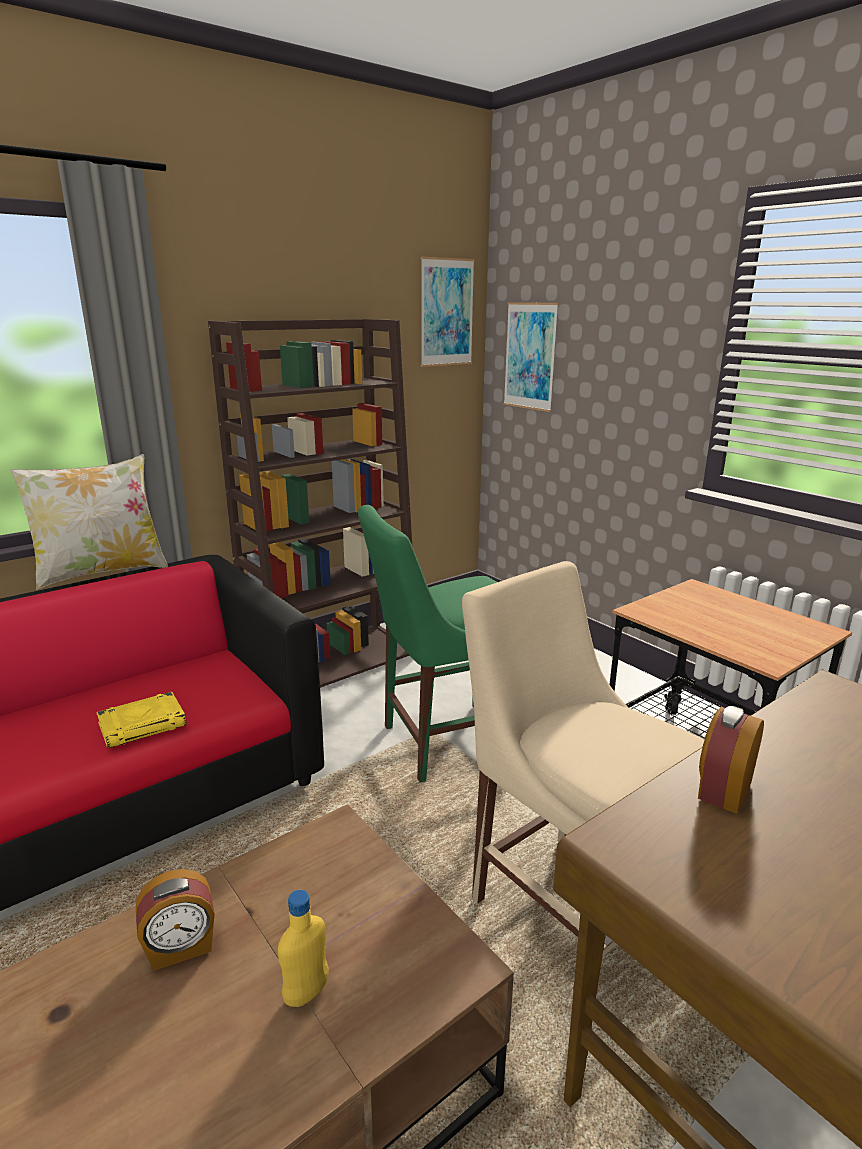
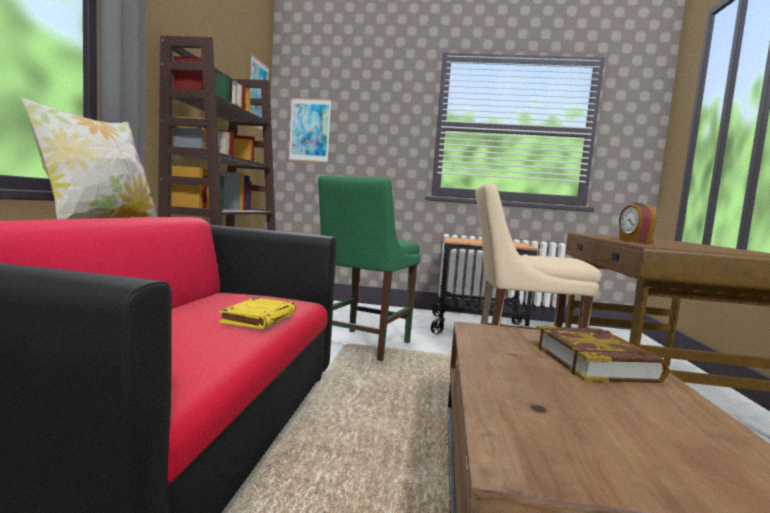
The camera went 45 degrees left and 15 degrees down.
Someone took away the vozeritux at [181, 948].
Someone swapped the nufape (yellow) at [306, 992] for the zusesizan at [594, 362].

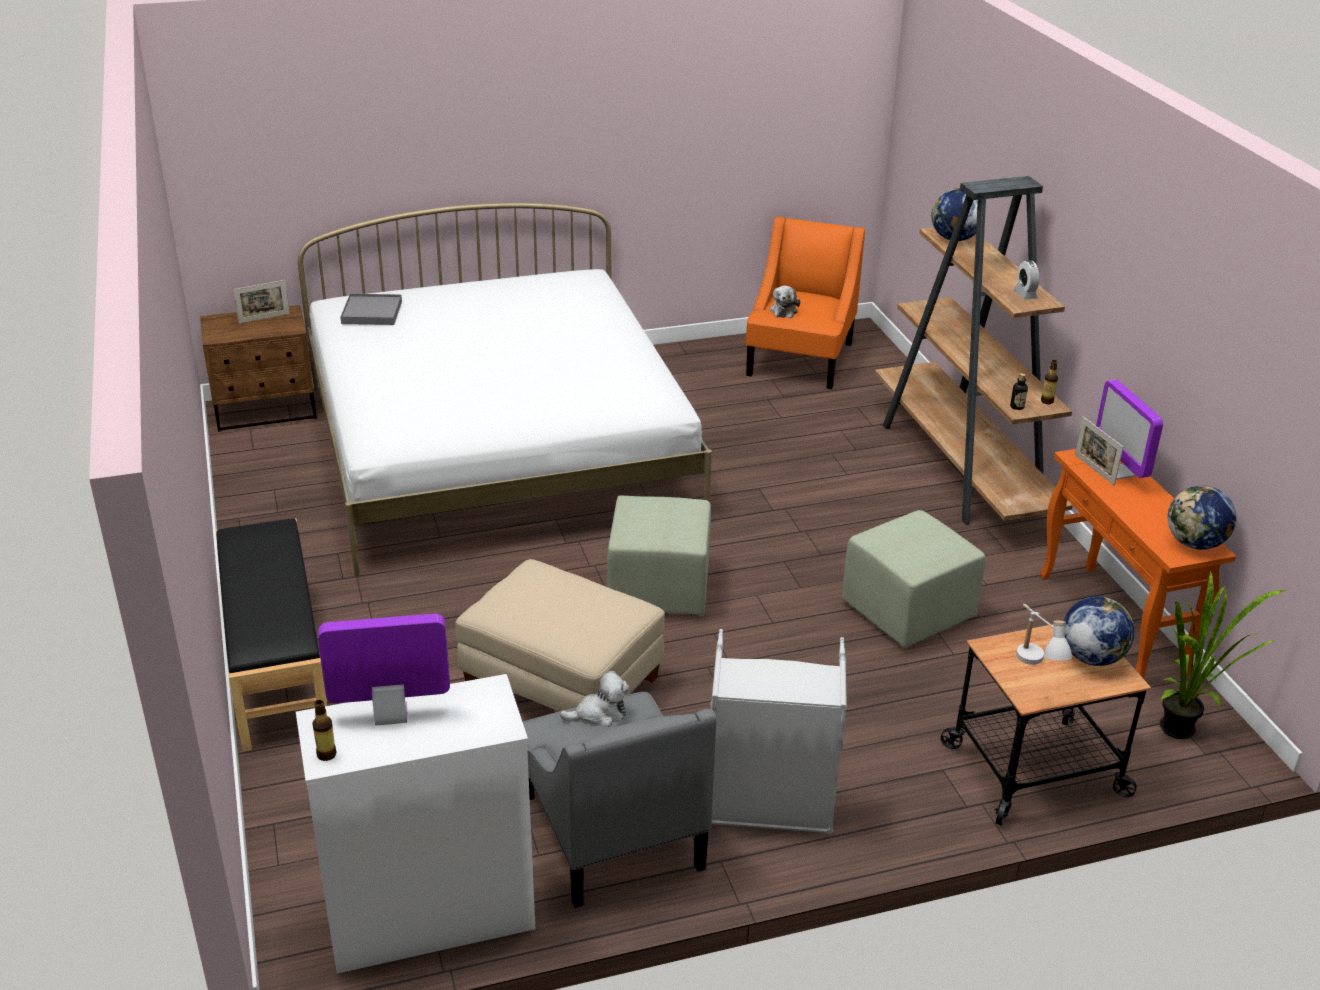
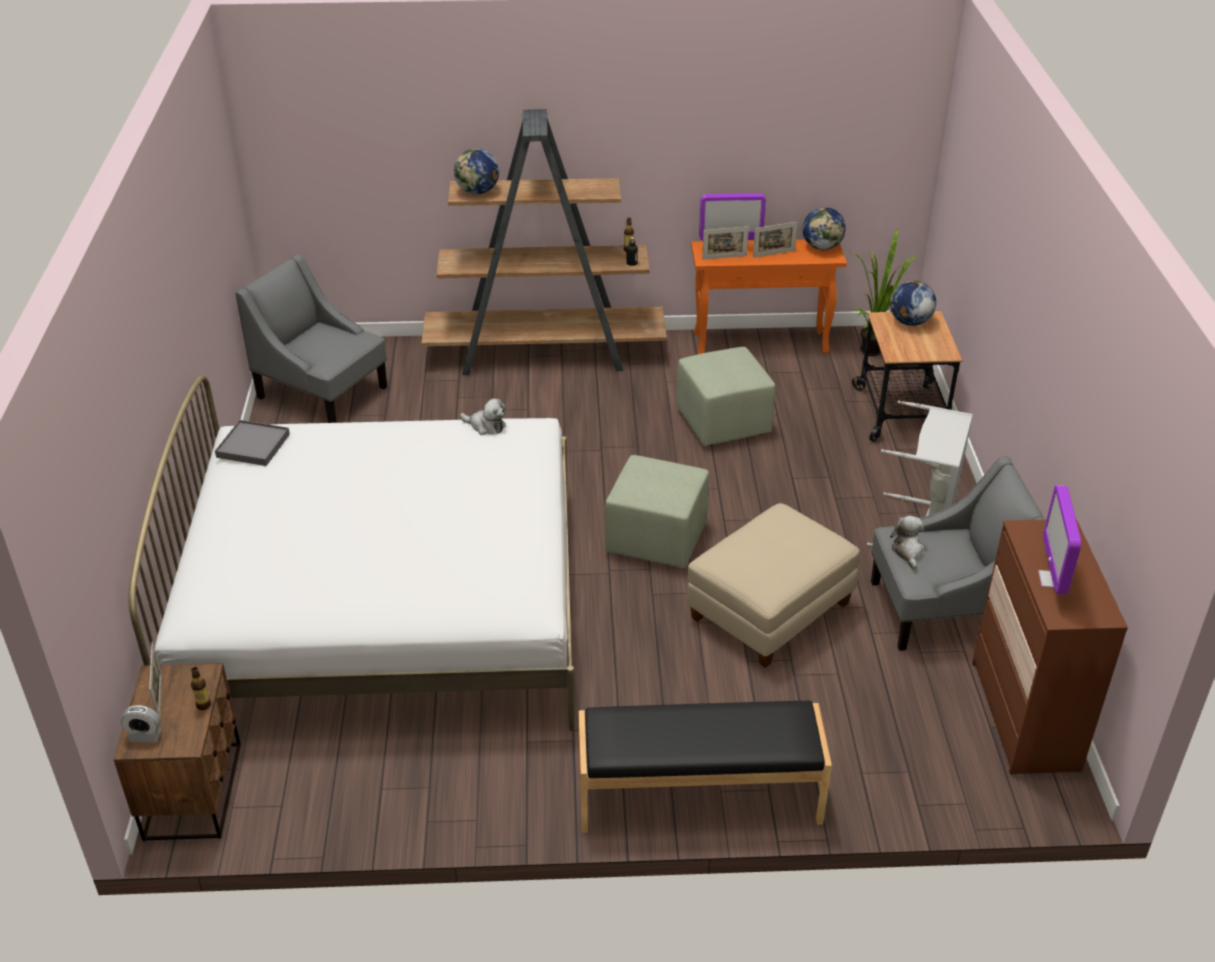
The camera went 75 degrees left and 5 degrees up.
Someone repainted the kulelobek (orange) at [800, 359], which became the kulelobek (grey) at [322, 392].
Someone carried the vozeritux from [1025, 294] to [145, 736].
Someone carried the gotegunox from [784, 310] to [486, 426].
Someone carried the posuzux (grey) from [372, 312] to [253, 445].
Someone took away the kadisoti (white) at [1034, 669].
Someone repainted the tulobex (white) at [430, 916], which became the tulobex (brown) at [1024, 716].
Someone carried the nufape from [326, 754] to [203, 705].
Someone put down the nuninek at [774, 254].

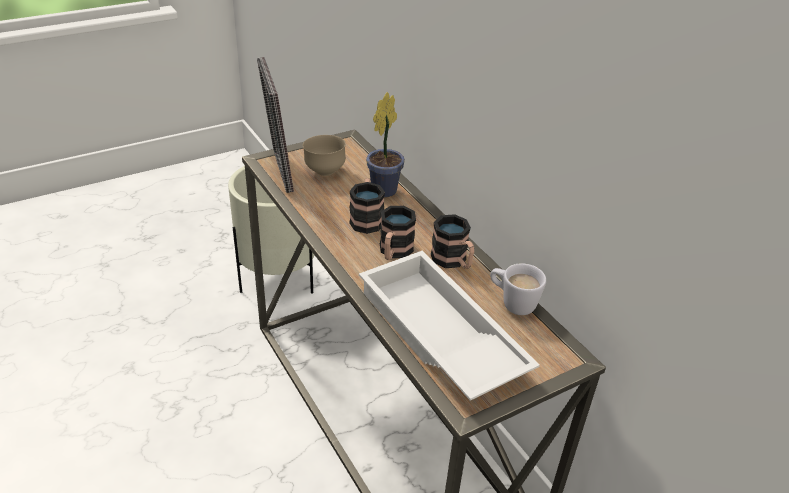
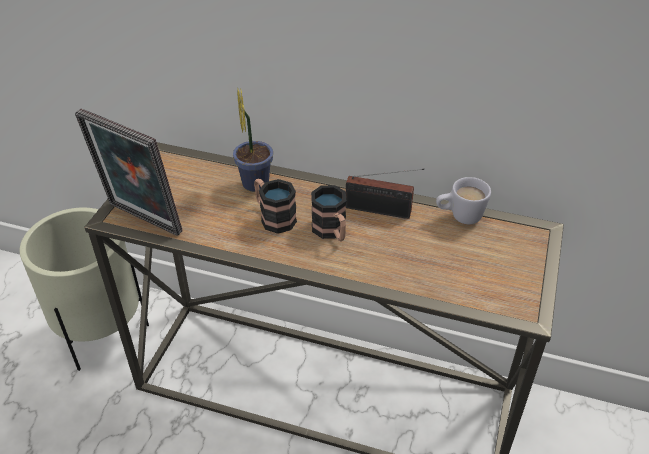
The camera went 40 degrees left and 5 degrees up.
Someone took away the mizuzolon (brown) at [324, 171].
Someone swapped the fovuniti at [453, 261] for the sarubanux at [381, 211].
Someone took away the posuzux (white) at [437, 335].

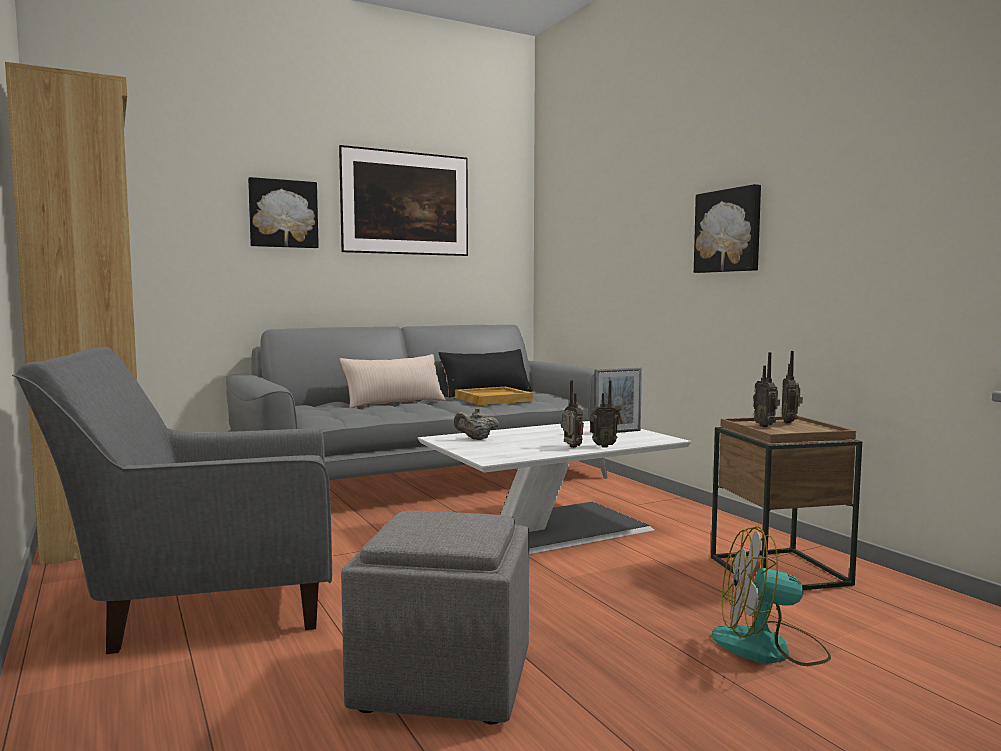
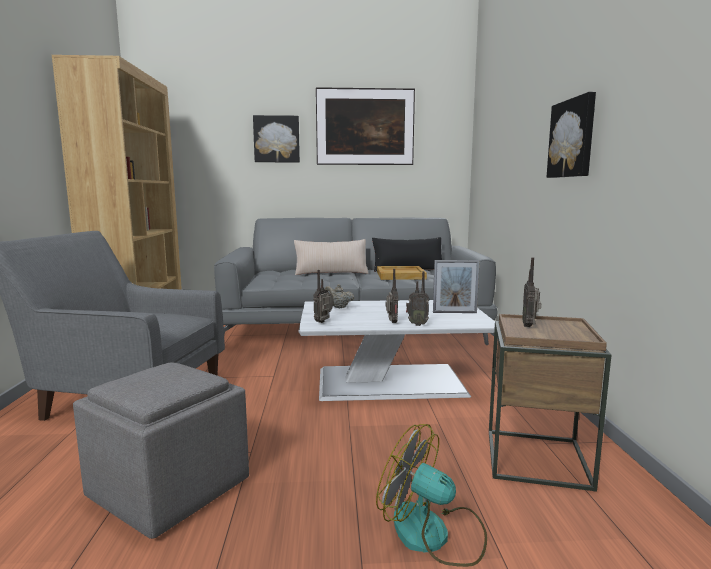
The camera went 25 degrees right and 5 degrees up.
Someone carried the sarubanux from [790, 422] to [324, 322].

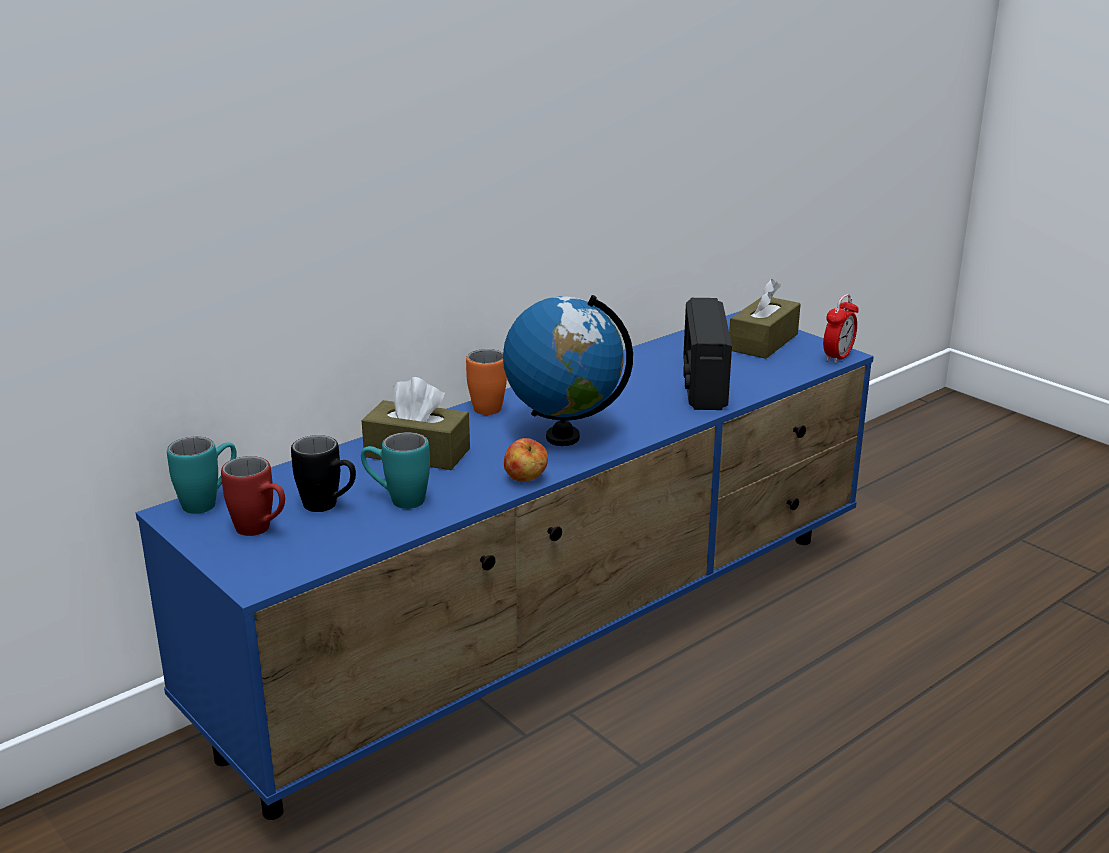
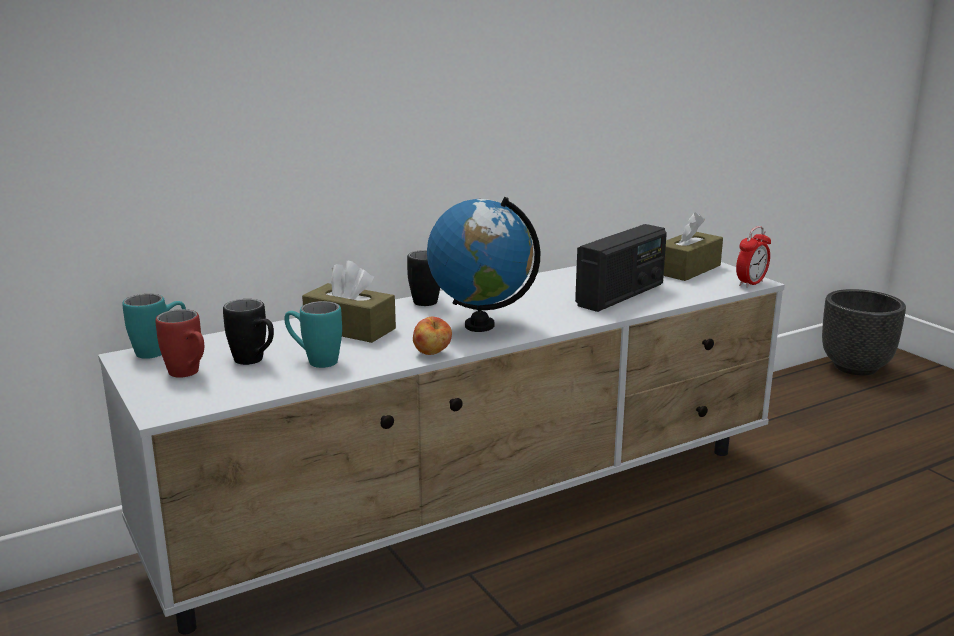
The camera went 10 degrees right and 5 degrees down.
Someone rotated the sarubanux at [703, 383] by 150 degrees counterclockwise.
Someone repainted the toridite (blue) at [557, 636], which became the toridite (white) at [480, 509].
Someone repainted the fovuniti (orange) at [488, 405], which became the fovuniti (black) at [427, 299].
Someone put down the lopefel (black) at [856, 368].

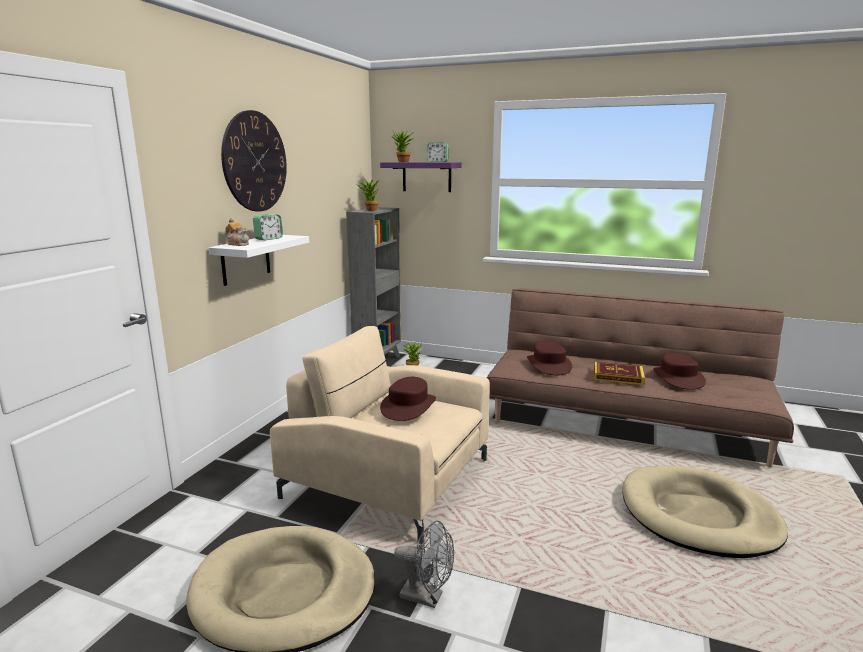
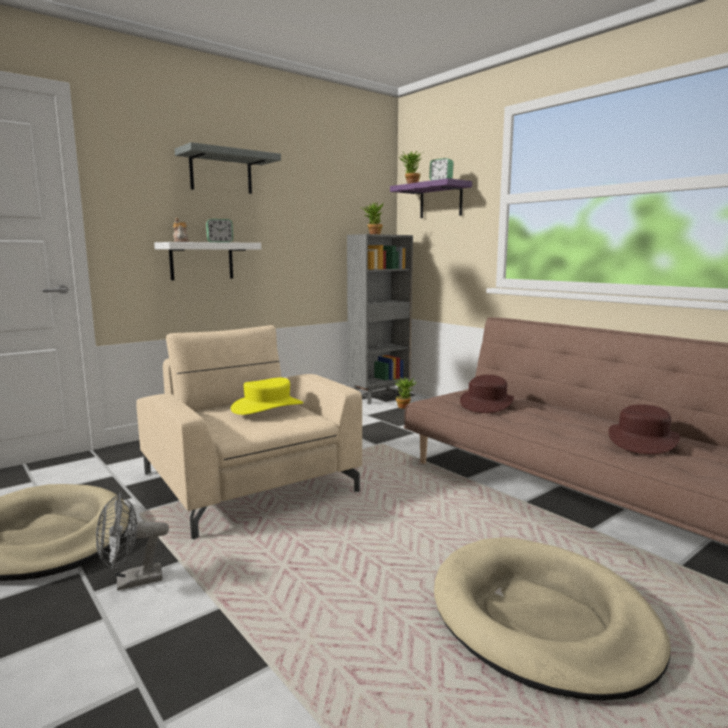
The camera went 30 degrees right and 5 degrees down.
Someone swapped the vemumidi at [255, 162] for the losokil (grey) at [221, 172].
Someone took away the zusesizan at [618, 376].
Someone repainted the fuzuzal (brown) at [408, 406], which became the fuzuzal (yellow) at [267, 406].
Someone rotated the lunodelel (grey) at [427, 597] by 105 degrees clockwise.

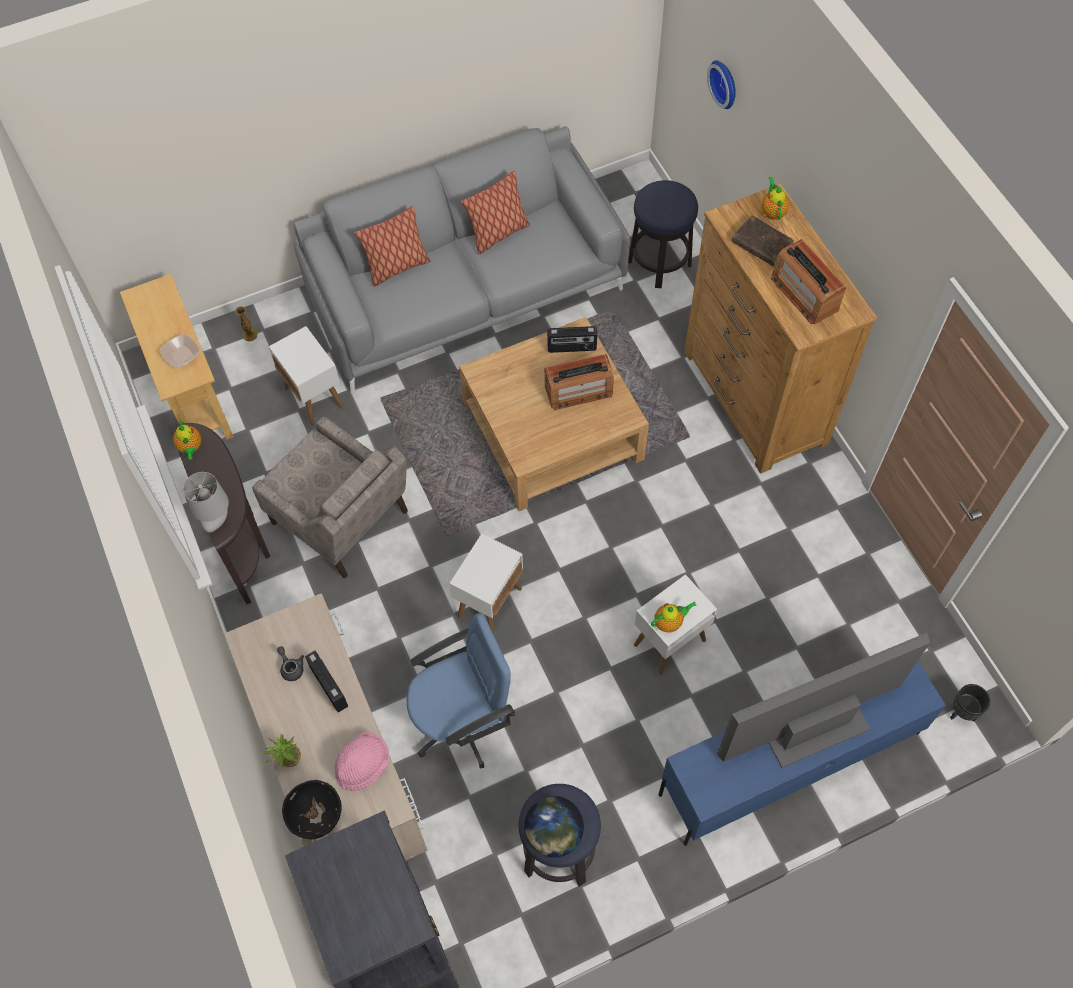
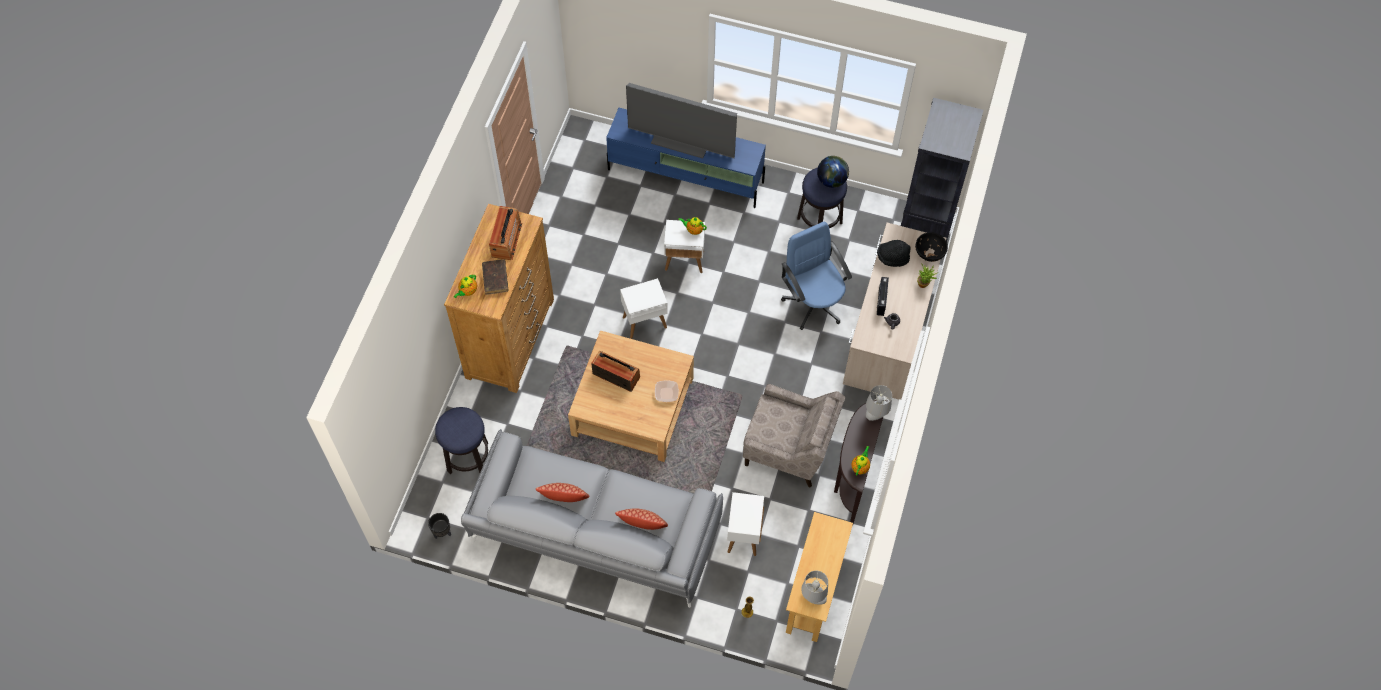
The camera went 140 degrees left and 0 degrees up.
Someone took away the vemumidi at [725, 83].
Someone took away the sarubanux at [572, 348].
Someone carried the mizuzolon from [182, 355] to [666, 393].
Someone rotated the kulelobek (beige) at [340, 518] by 120 degrees clockwise.
Someone carried the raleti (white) from [490, 602] to [644, 322].
Someone rotated the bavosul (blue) at [463, 720] by 45 degrees clockwise.
Someone carried the lopefel (black) from [962, 712] to [442, 533].
Someone repainted the fuzuzal (pink) at [363, 765], which became the fuzuzal (black) at [892, 258].
Someone put down the kadisoti (grey) at [812, 597].

